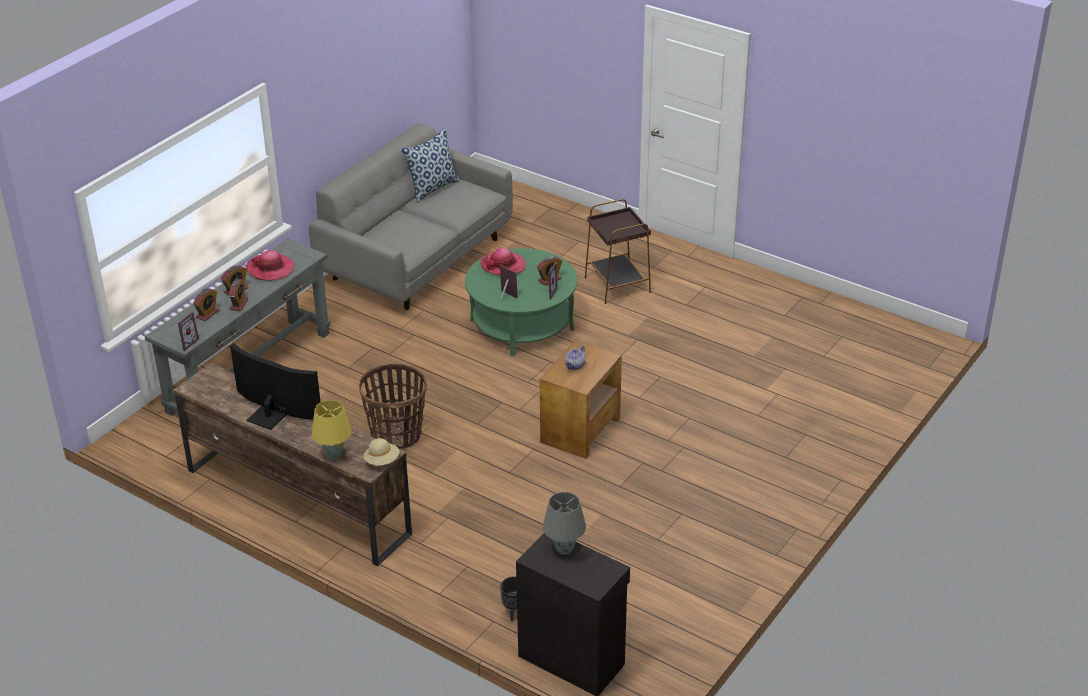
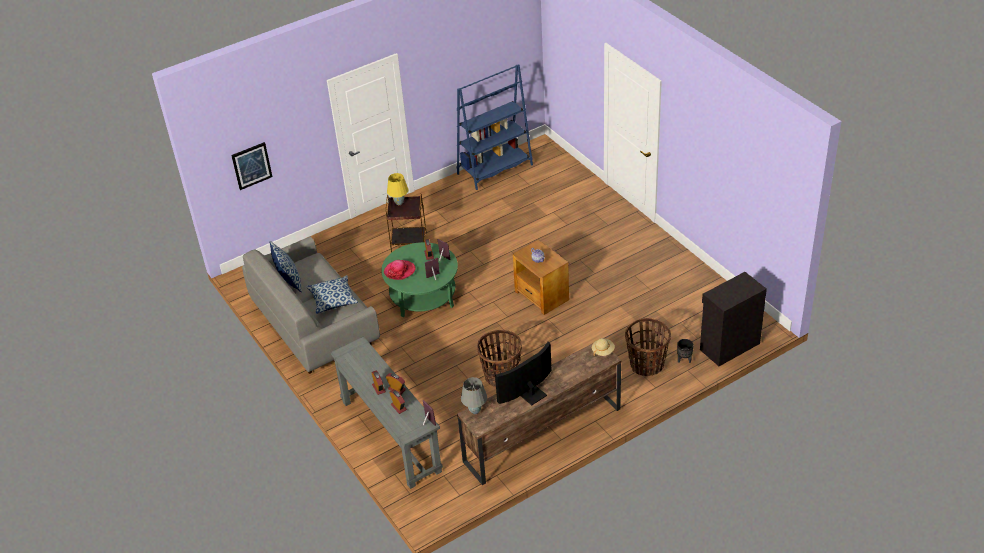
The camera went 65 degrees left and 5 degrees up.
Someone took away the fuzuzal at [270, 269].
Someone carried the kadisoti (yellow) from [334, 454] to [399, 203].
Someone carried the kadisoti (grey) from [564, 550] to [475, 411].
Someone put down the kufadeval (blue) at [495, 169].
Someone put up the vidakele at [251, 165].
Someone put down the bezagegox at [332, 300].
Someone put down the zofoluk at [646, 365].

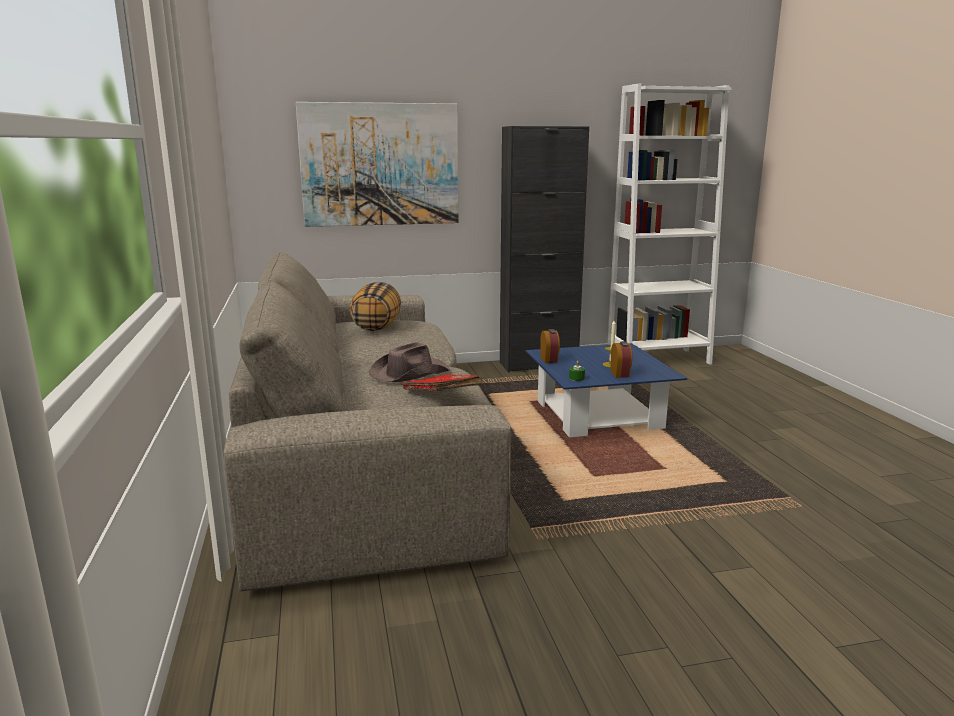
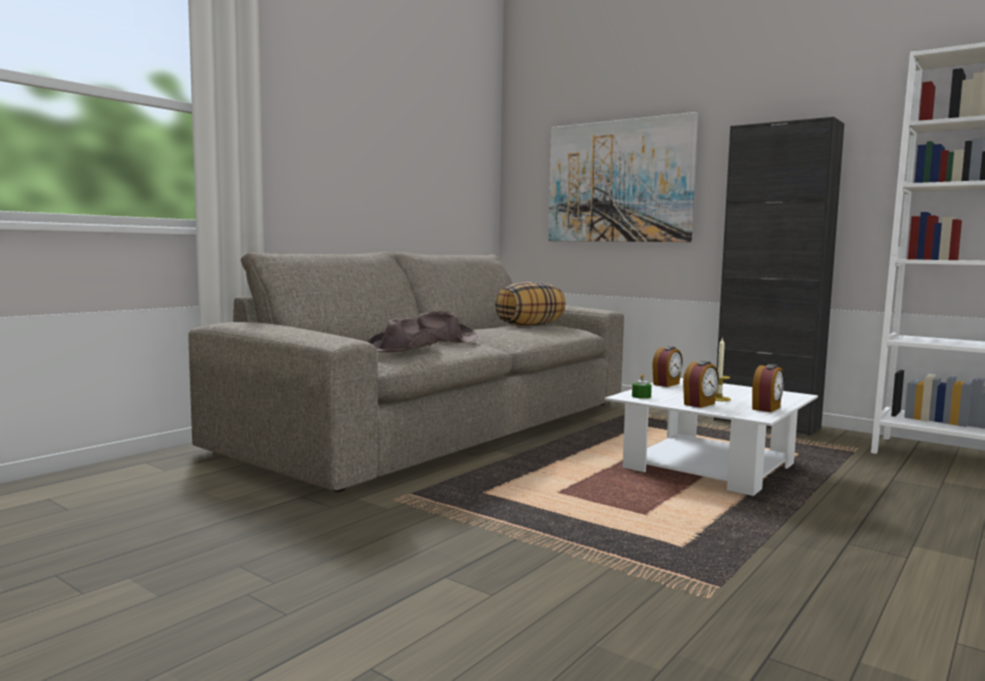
The camera went 50 degrees right and 10 degrees down.
Someone repainted the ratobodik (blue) at [598, 414], which became the ratobodik (white) at [709, 466].
Someone swapped the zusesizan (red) at [441, 396] for the fuzuzal (brown) at [402, 348].
Someone put down the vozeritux at [767, 408].

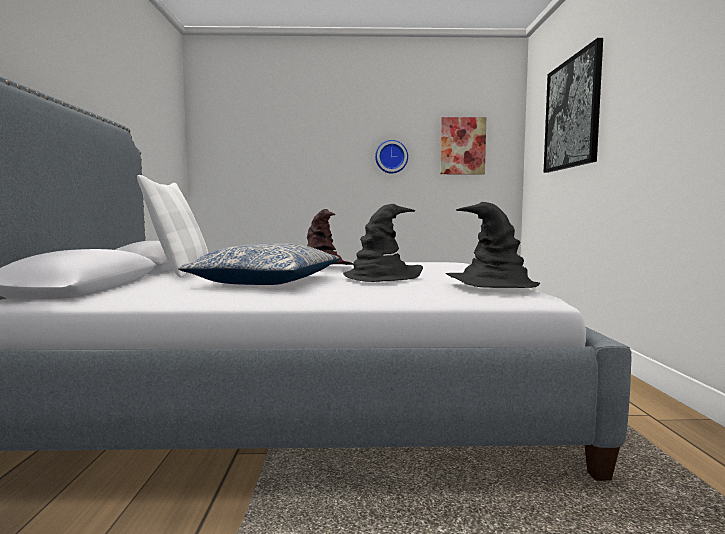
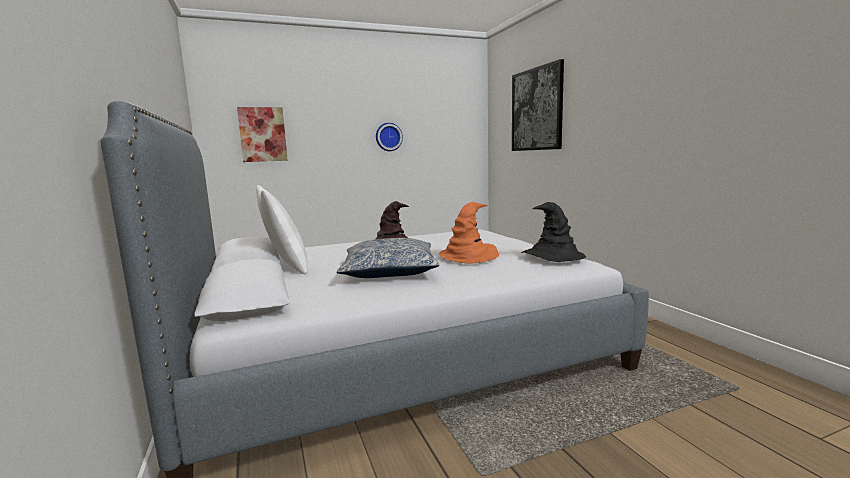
The camera went 20 degrees left and 5 degrees up.
Someone carried the vidakele from [462, 146] to [262, 134].
Someone repainted the fuzuzal (black) at [383, 276], which became the fuzuzal (orange) at [469, 256].

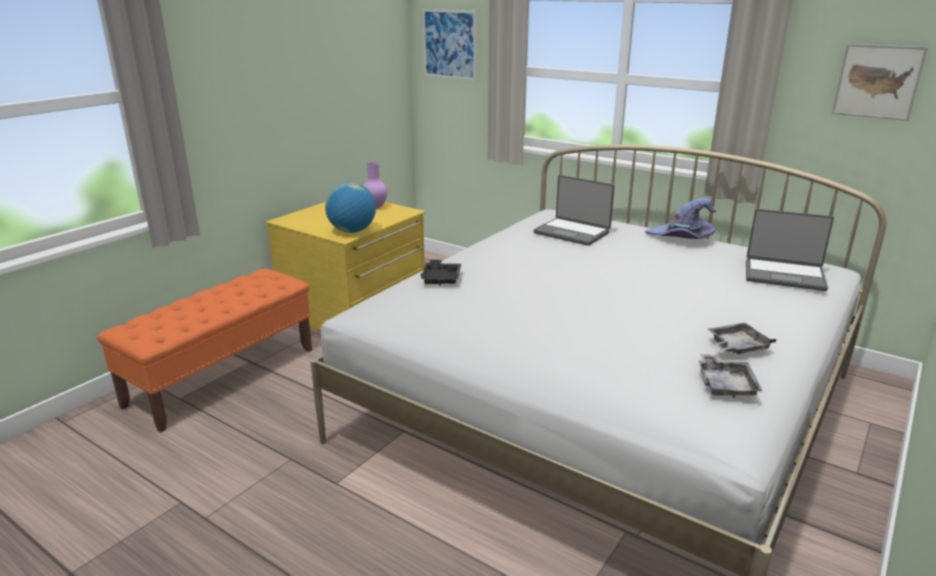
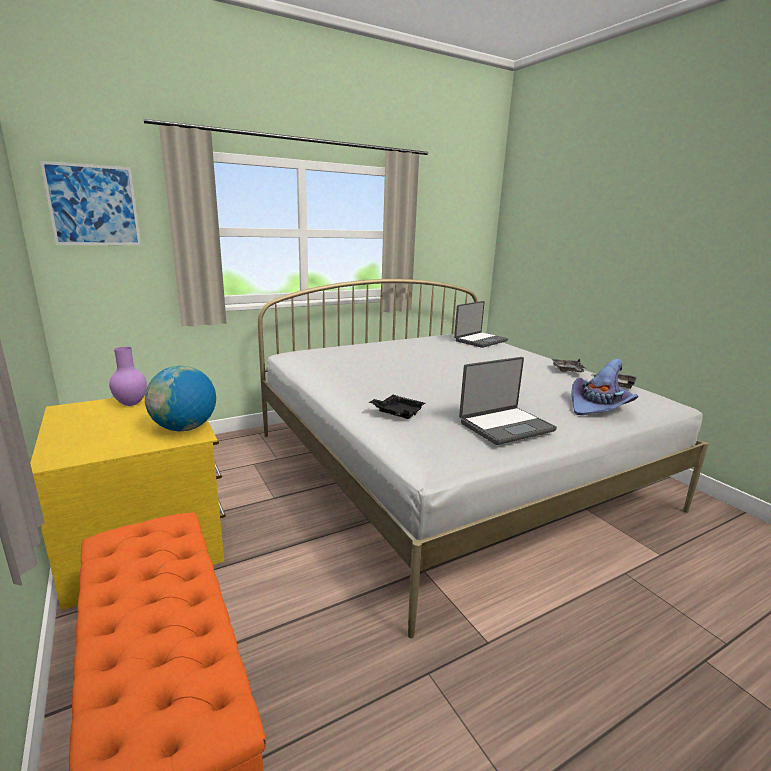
The camera went 65 degrees left and 5 degrees down.
Someone took away the vidakele at [877, 81].
Someone carried the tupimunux from [572, 232] to [505, 426].
Someone carried the fuzuzal (purple) from [681, 238] to [599, 406].

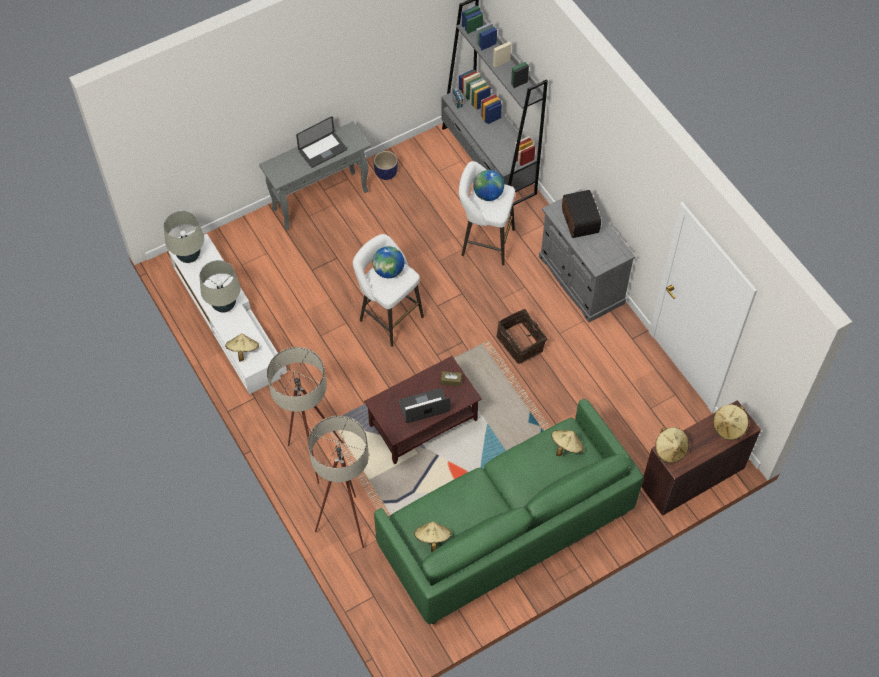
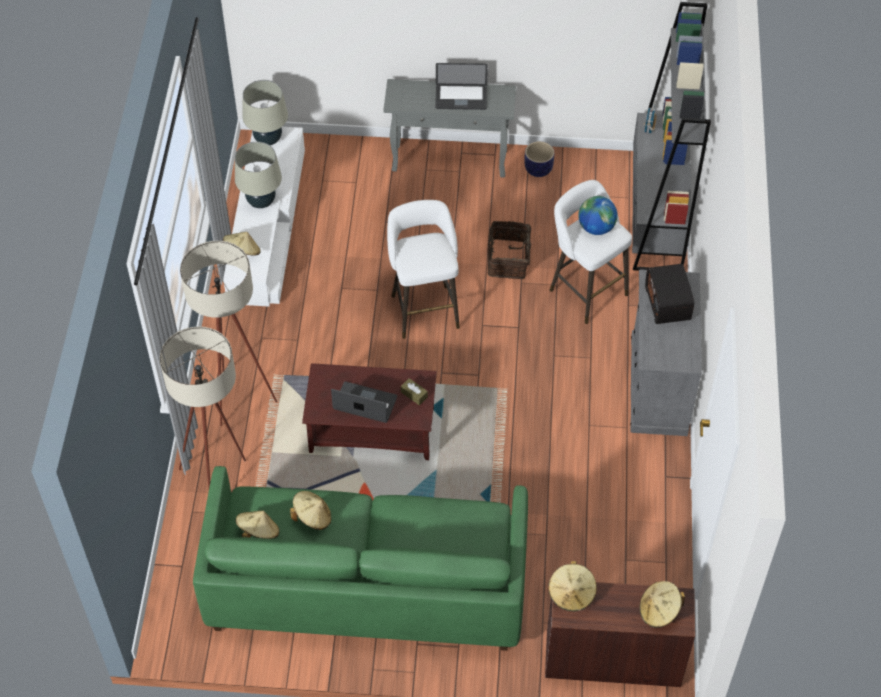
The camera went 35 degrees right and 5 degrees down.
Someone rotated the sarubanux at [579, 221] by 150 degrees clockwise.
Someone took away the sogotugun at [388, 271].
Someone carried the zofoluk from [521, 343] to [509, 260].
Someone carried the fuzuzal (beige) from [566, 446] to [312, 517].

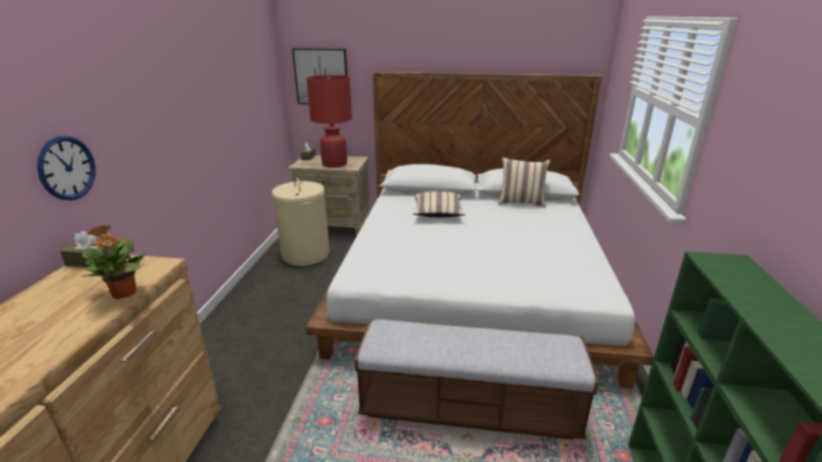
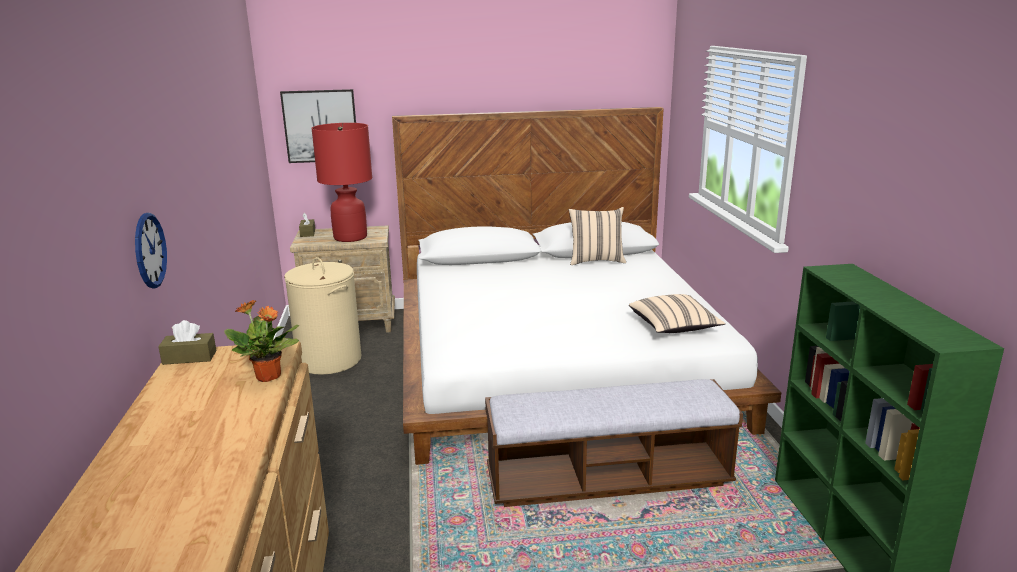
The camera went 15 degrees left and 5 degrees down.
Someone carried the bezagegox (beige) from [438, 214] to [674, 328].

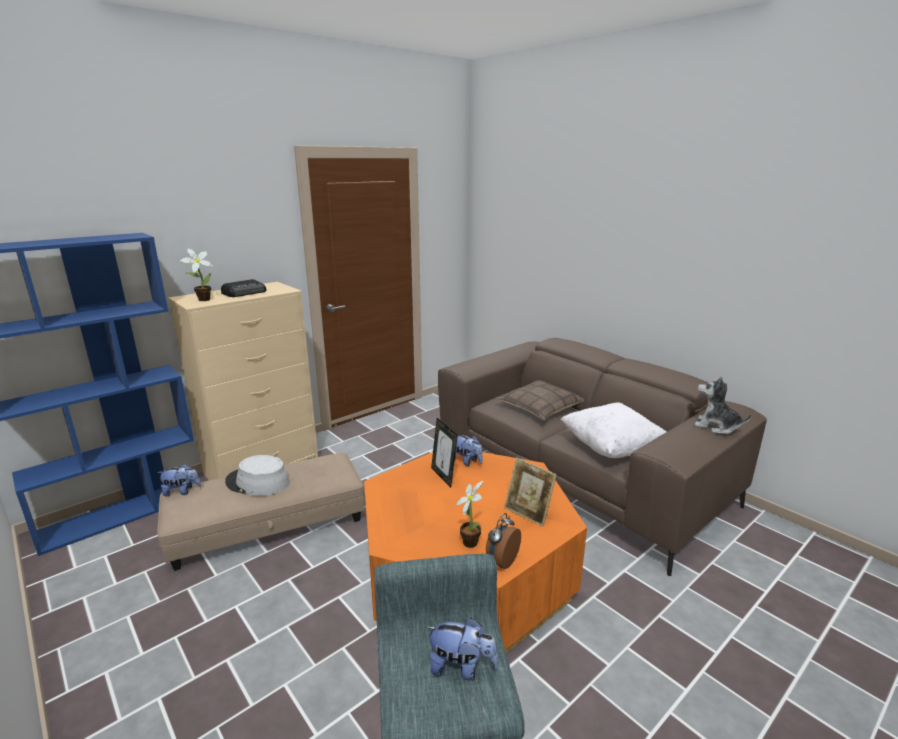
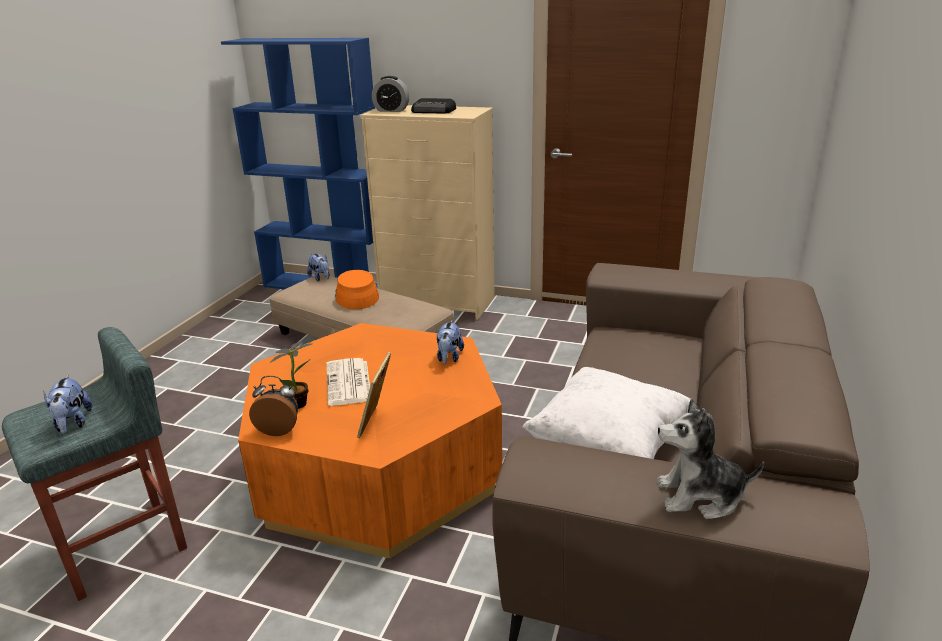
The camera went 60 degrees right and 5 degrees up.
Someone swapped the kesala at [202, 300] for the vozeritux at [391, 110].
Someone rotated the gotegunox at [716, 426] by 90 degrees counterclockwise.
Someone took away the bezagegox at [539, 408].
Someone took away the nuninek at [443, 476].
Someone repainted the fuzuzal (grey) at [257, 482], which became the fuzuzal (orange) at [356, 296].
Someone put down the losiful at [349, 383].

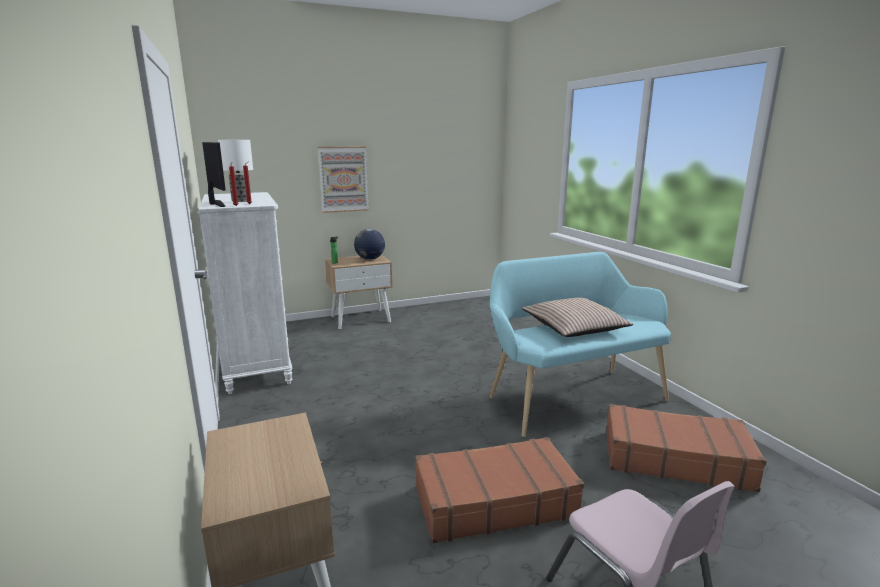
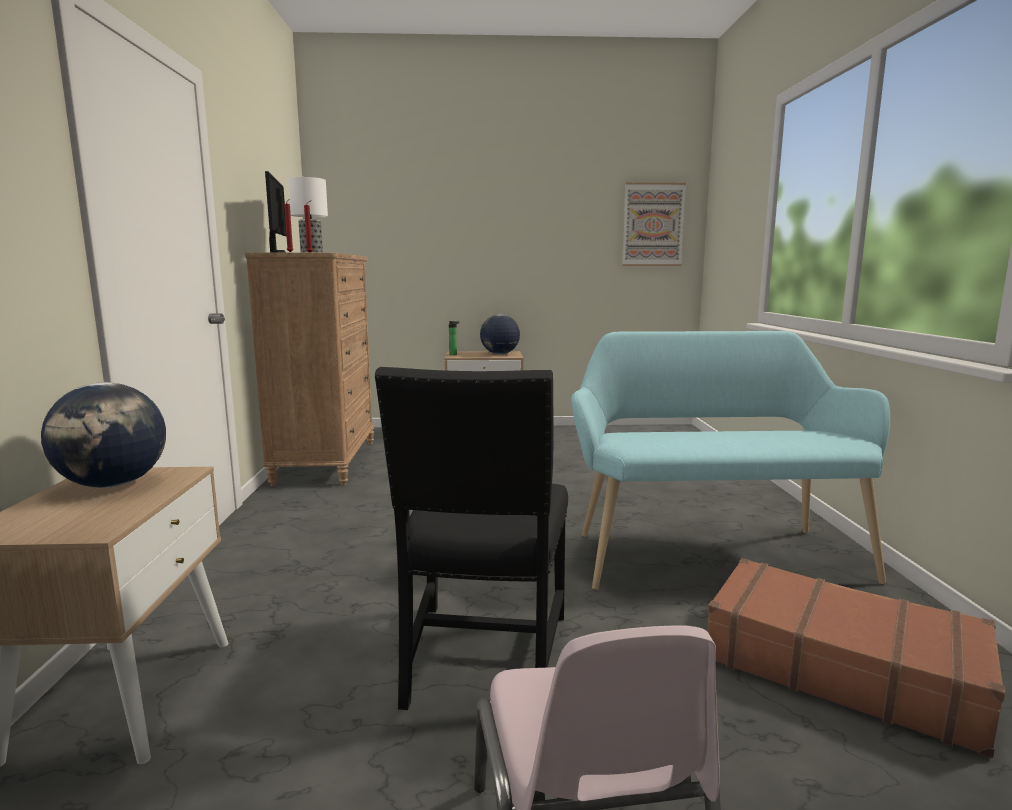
The camera went 20 degrees right and 5 degrees down.
Someone carried the vidakele from [343, 179] to [653, 225].
Someone repainted the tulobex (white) at [256, 363], which became the tulobex (brown) at [326, 462].
Someone took away the bezagegox at [574, 327].
Someone swapped the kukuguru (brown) at [494, 501] for the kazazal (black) at [483, 660].
Someone put down the sogotugun at [114, 484].

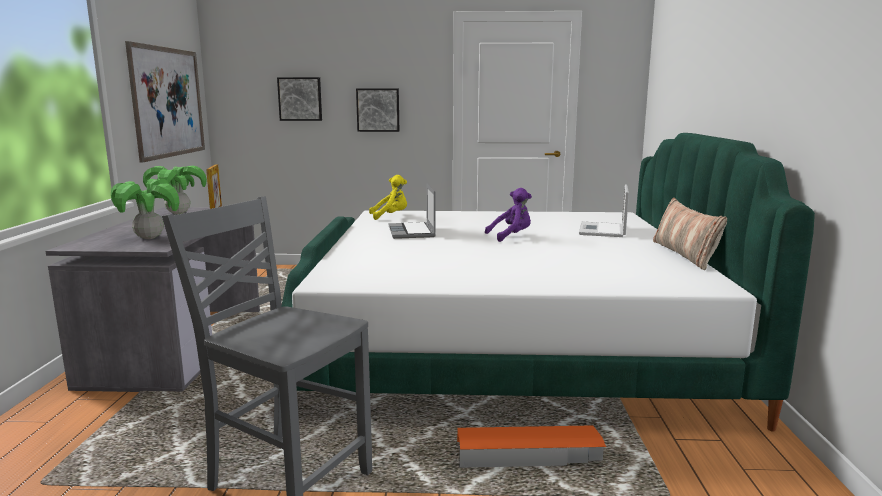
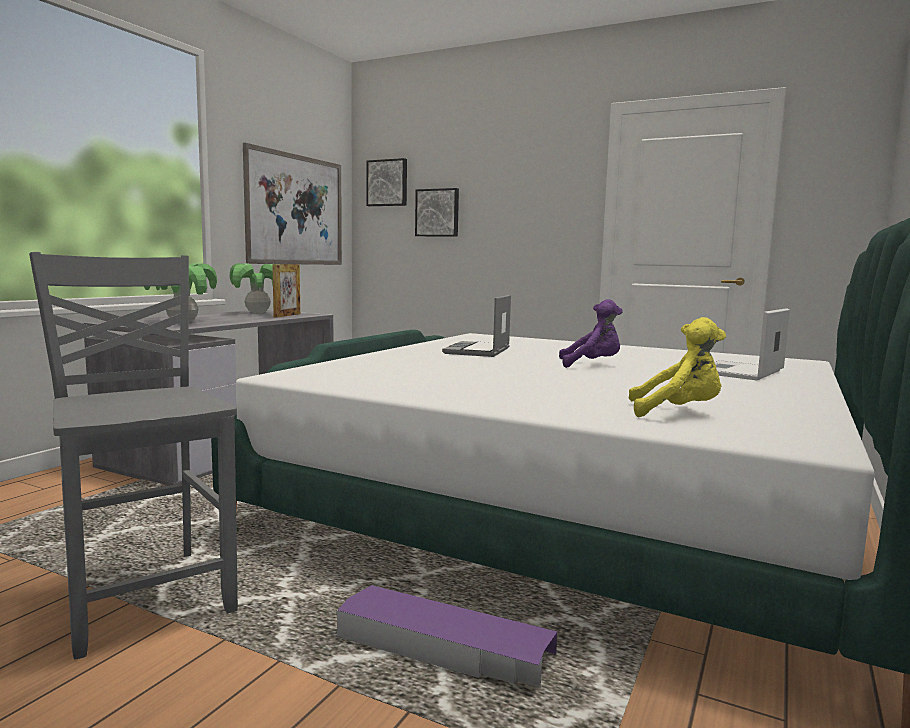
The camera went 25 degrees right and 5 degrees down.
Someone carried the vidakele from [378, 110] to [387, 183].
Someone carried the gotegunox (yellow) from [391, 216] to [678, 412].
Someone took away the bezagegox at [685, 254].
Someone repainted the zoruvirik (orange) at [529, 454], which became the zoruvirik (purple) at [445, 648].

